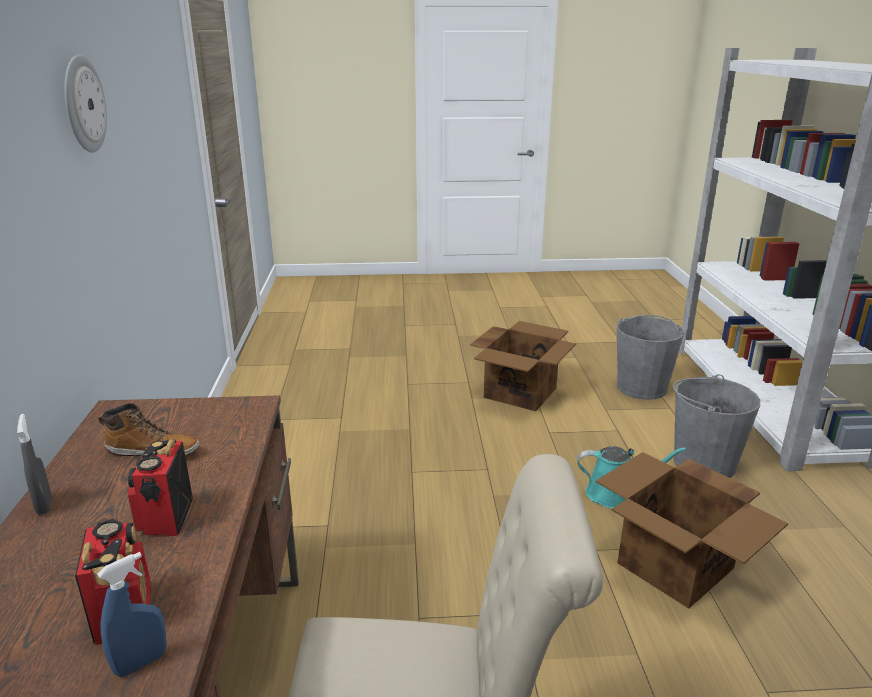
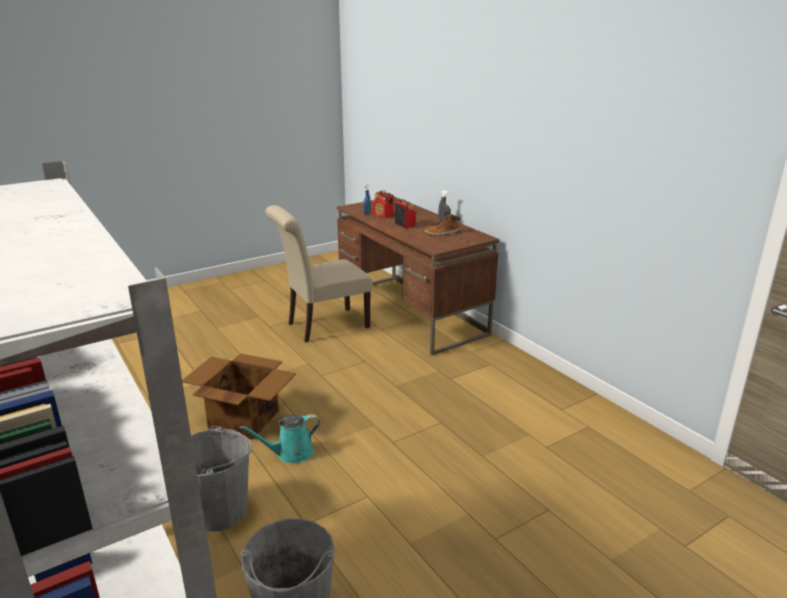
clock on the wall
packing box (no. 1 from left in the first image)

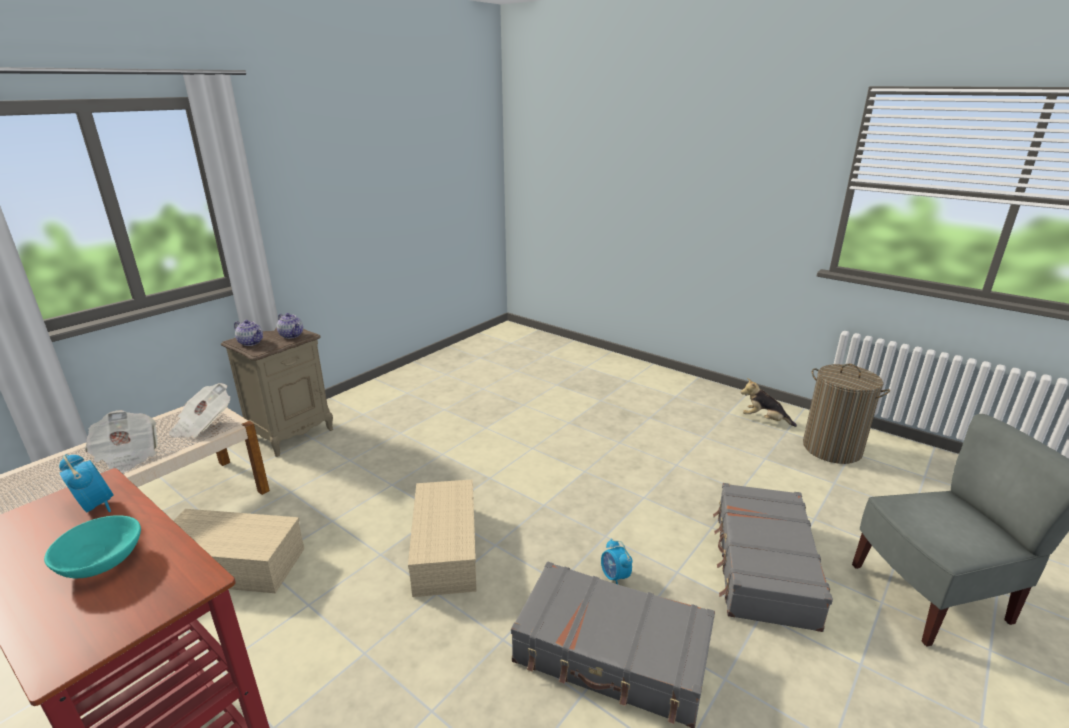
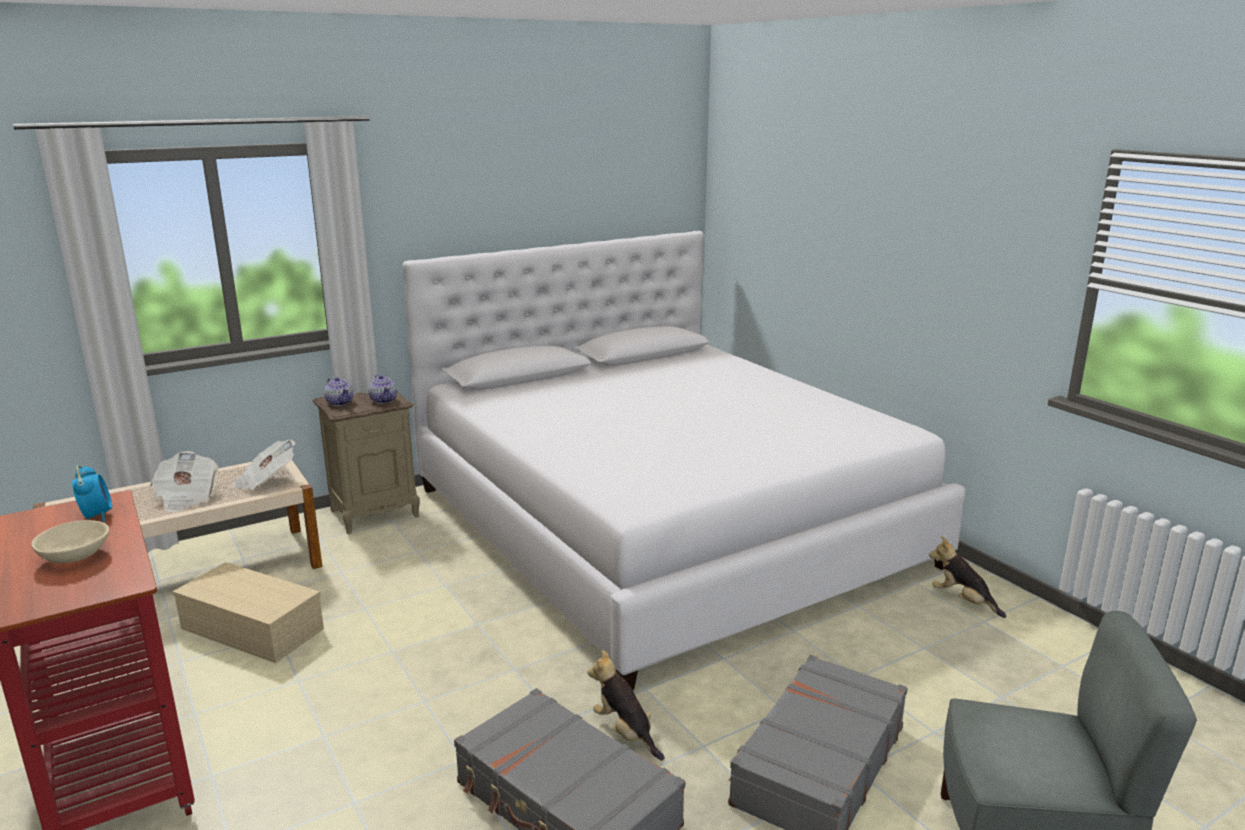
storage bin (beige-coloured) (no. 2 from left in the first image)
hamper
sleeping bed (white-coloured)
plush toy (no. 1 from left)
deep dish (beige-coloured)

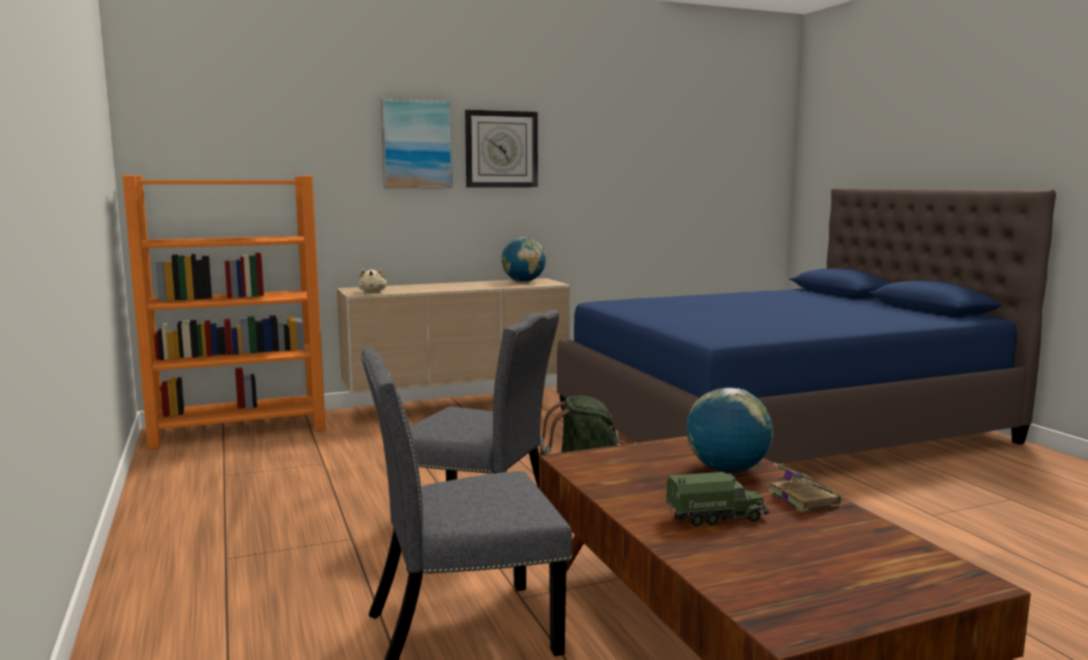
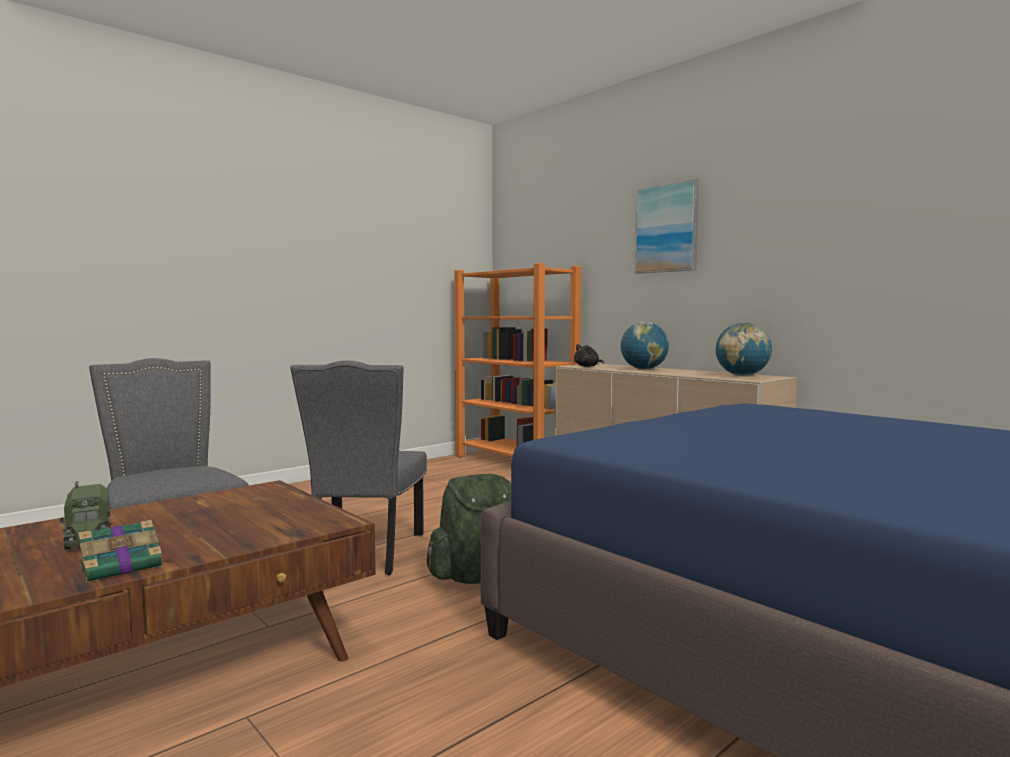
clock on the wall
globe (no. 1 from left)
plush toy (black)

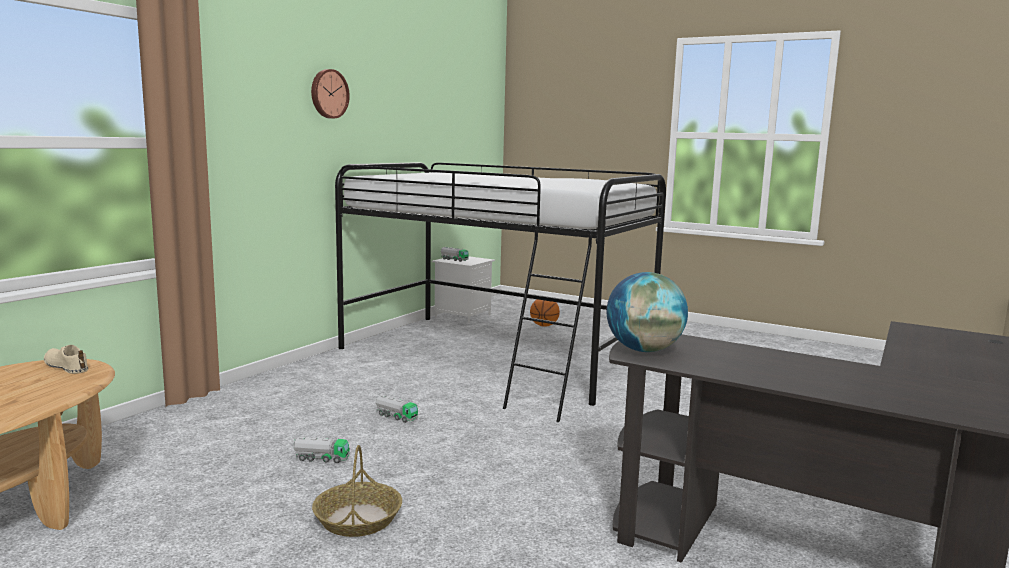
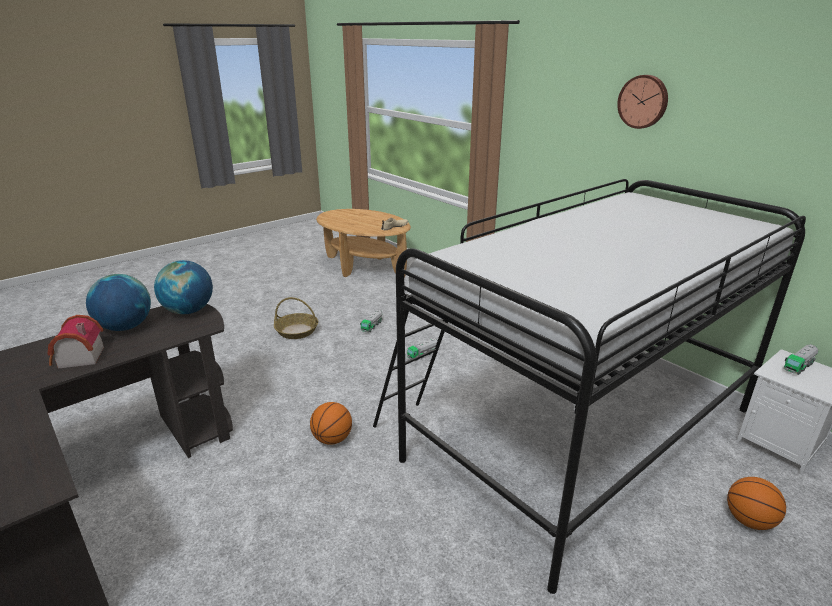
model house
globe (no. 1 from left)
basketball (no. 1 from left)

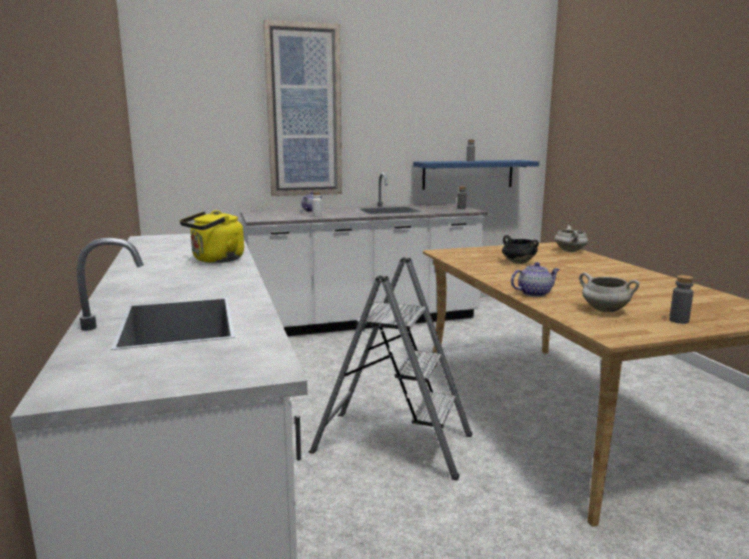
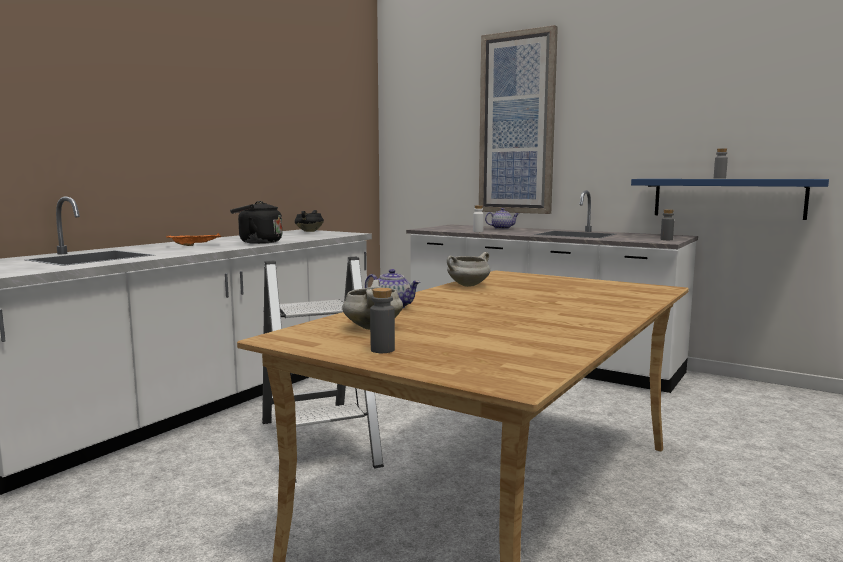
carrying tray (orange-coloured)
stockpot (black)
stockpot (white-coloured) (no. 2 from left)
kettle (black)

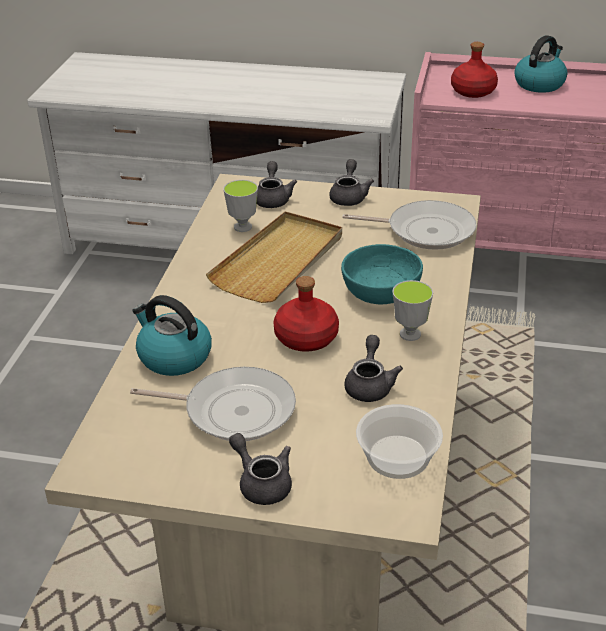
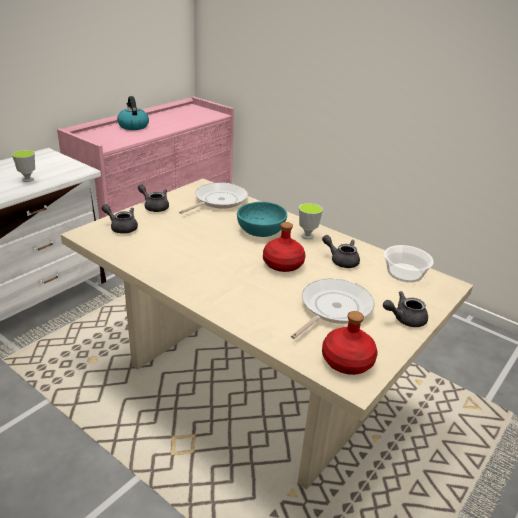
kettle (no. 1 from left in the first image)
carrying tray (beige-coloured)
cup (no. 1 from left)
bottle (reddish) (no. 2 from left)

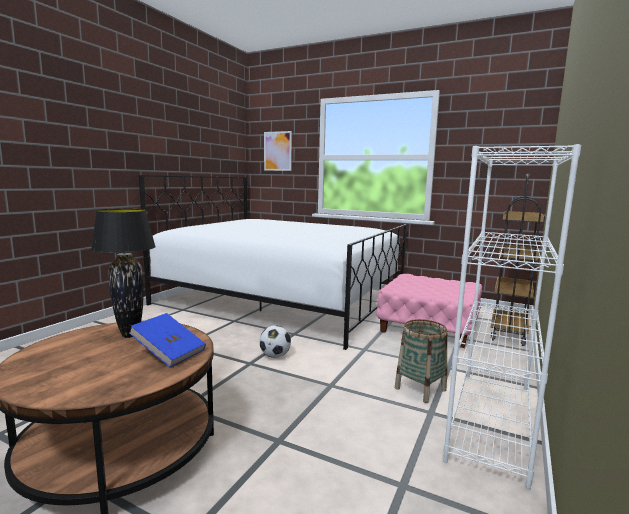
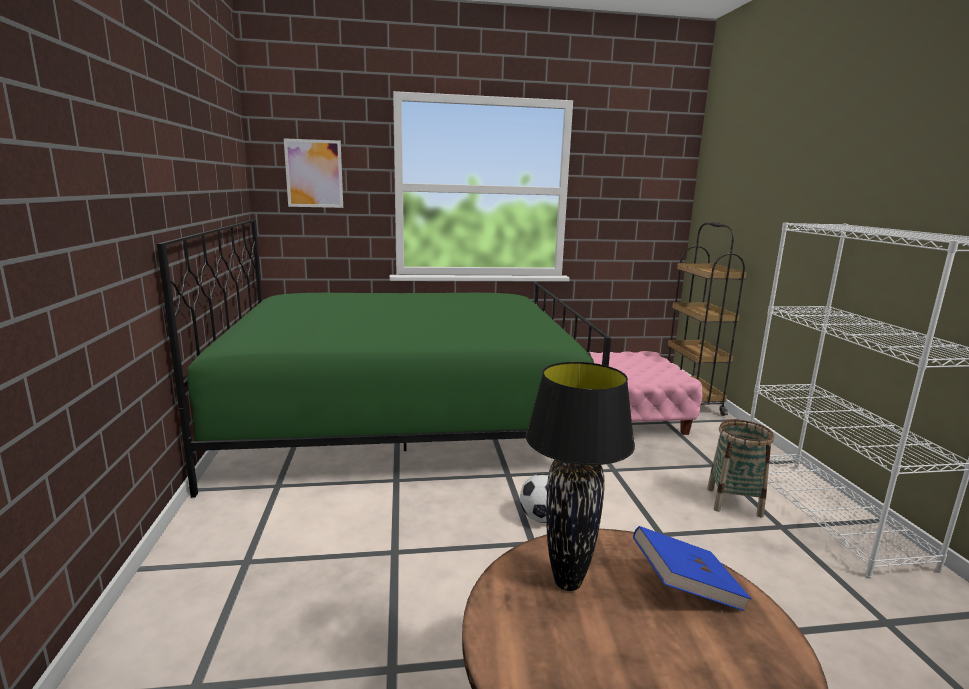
sleeping bed (greenish)

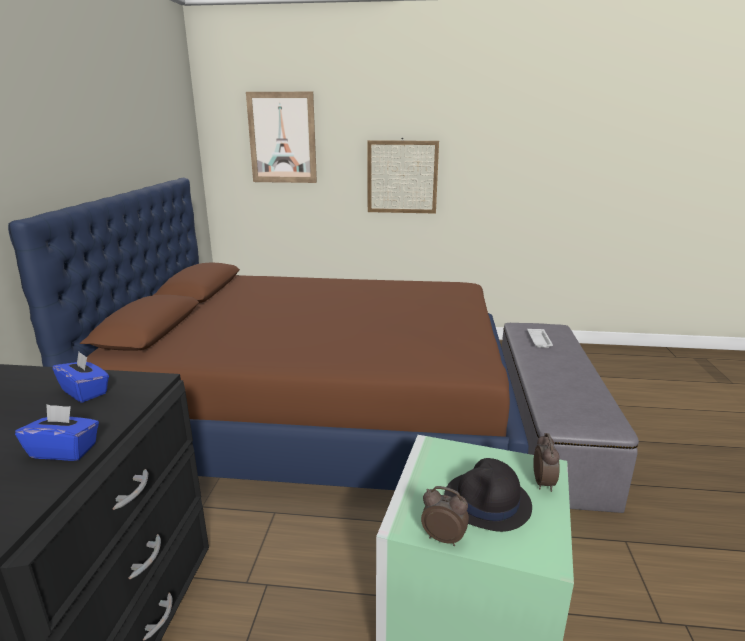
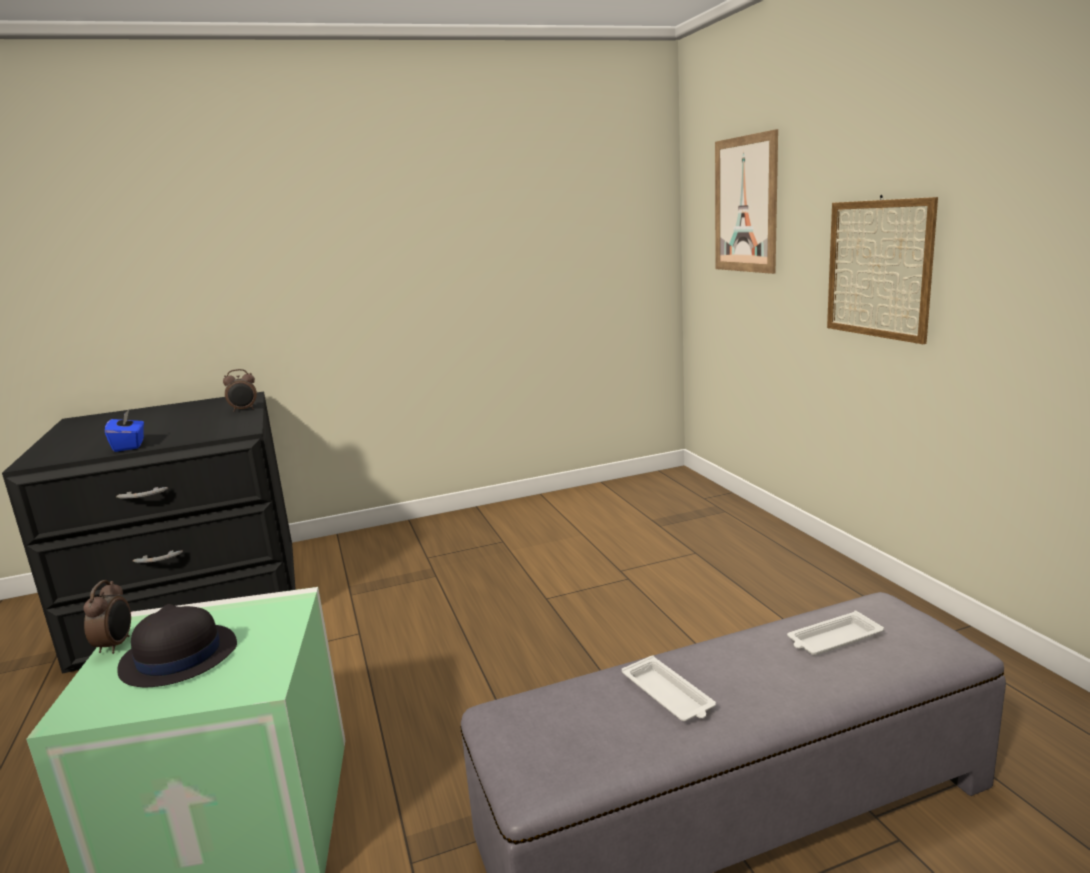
sleeping bed (brownish)
tissue holder (blue-coloured) (no. 2 from left in the first image)
carrying tray (white-coloured) (no. 1 from left)
alarm clock (no. 2 from left)

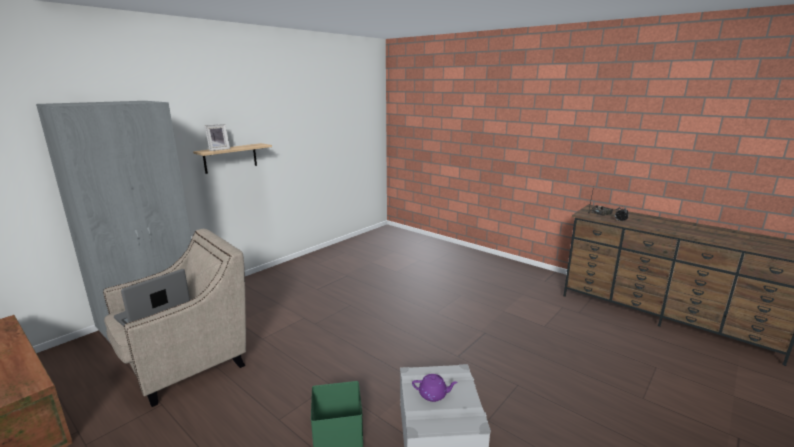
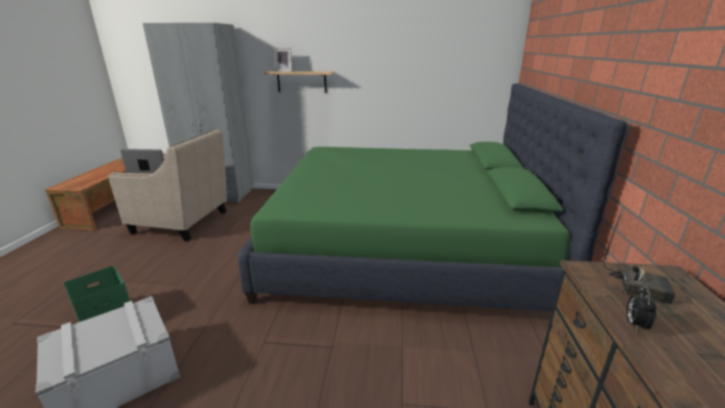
tea pot (purplish)
sleeping bed (greenish)

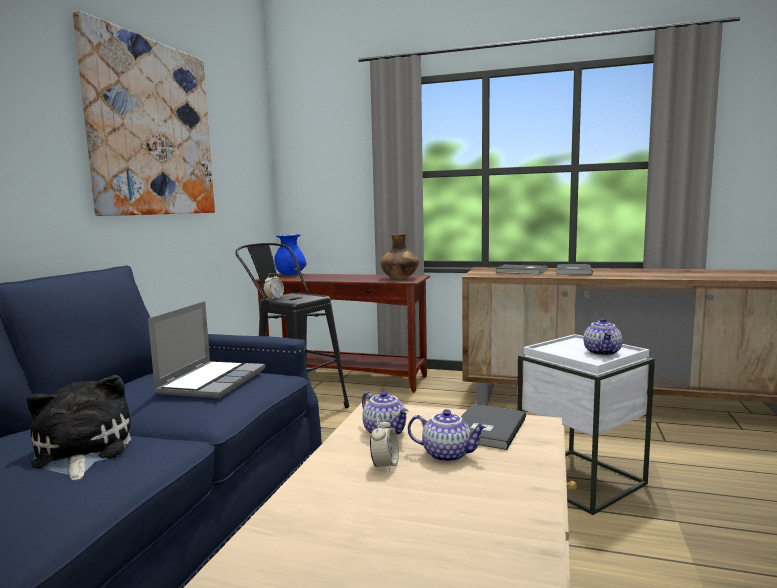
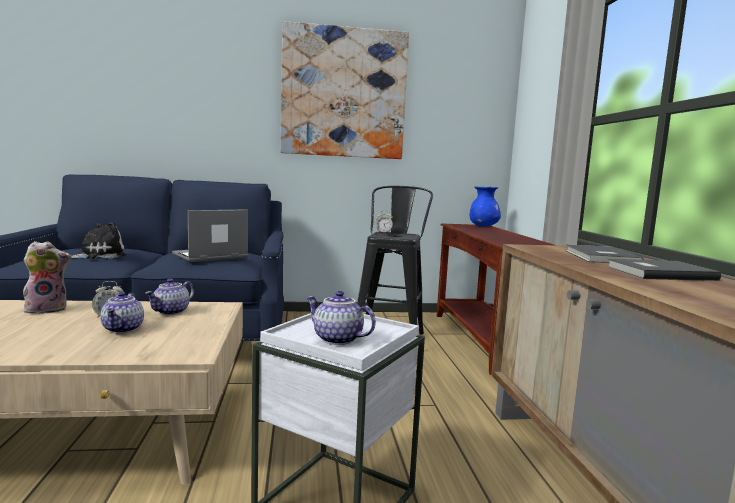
vase (brownish)
volume (greyish) (no. 1 from left in the first image)
plush toy (no. 1 from left)
notebook computer
tea pot (no. 3 from left)

